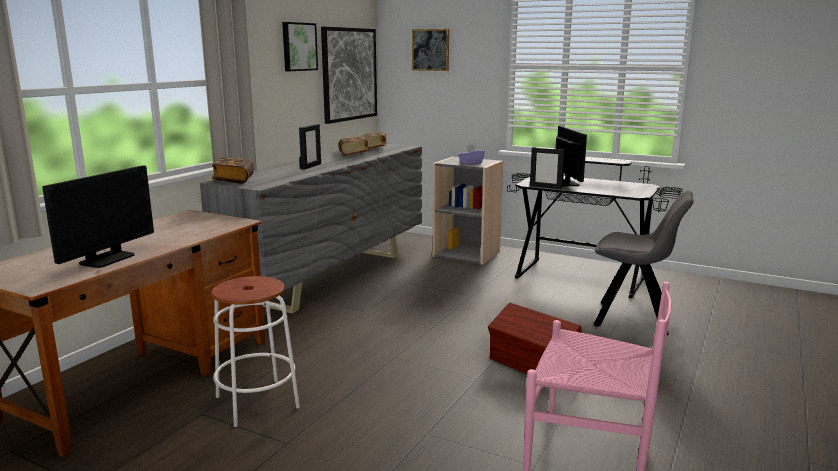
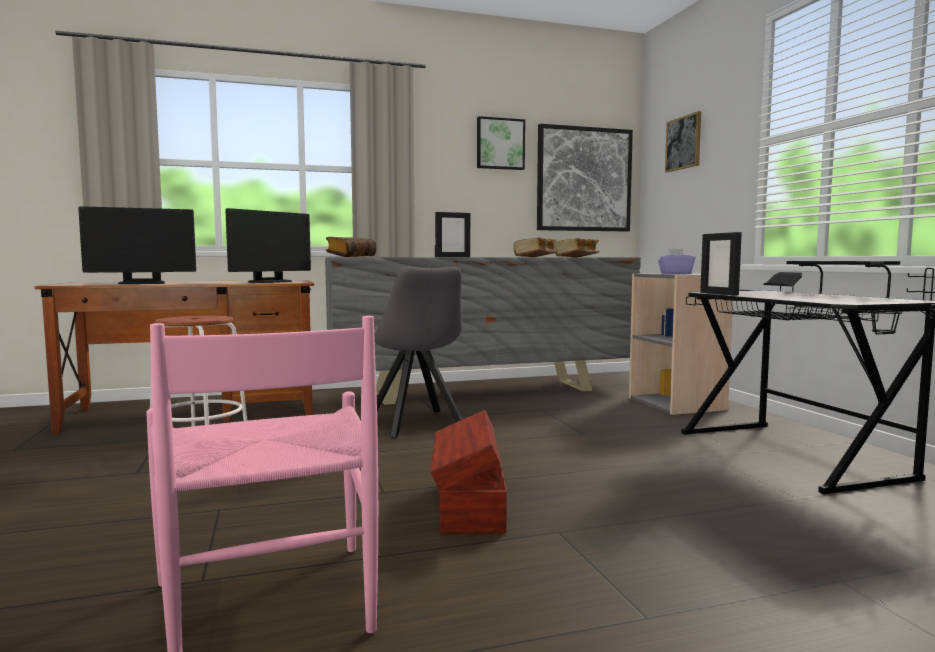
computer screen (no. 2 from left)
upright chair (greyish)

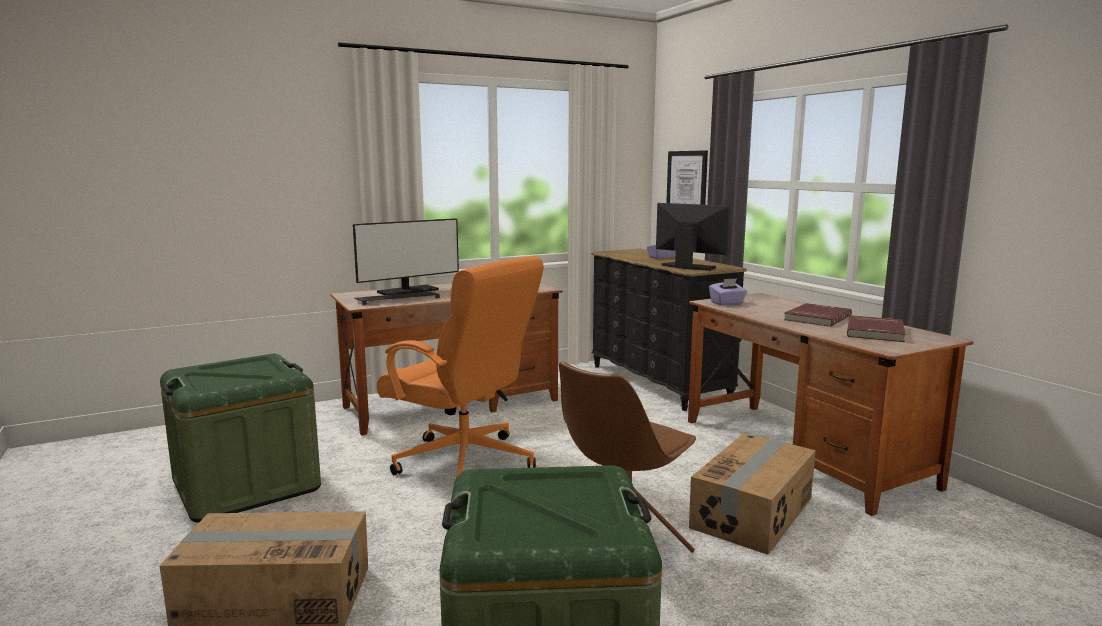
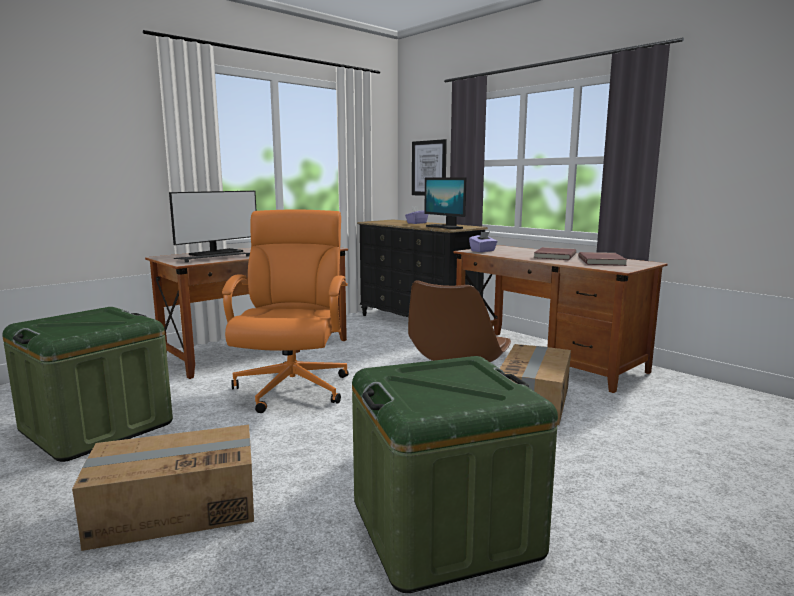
computer chair (orange-coloured)
computer screen (no. 2 from left)

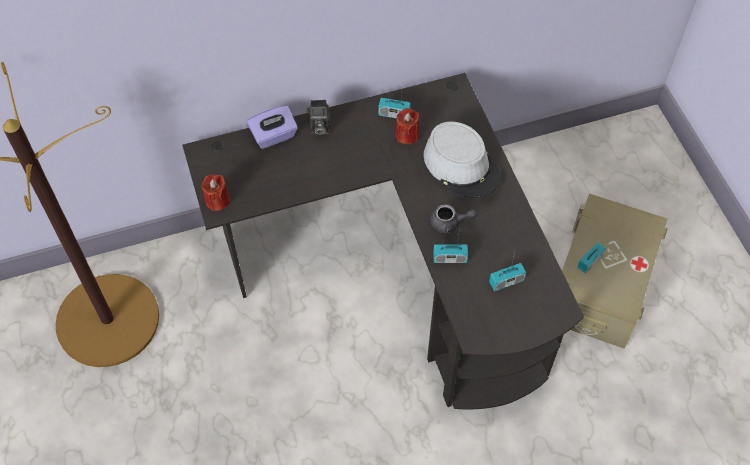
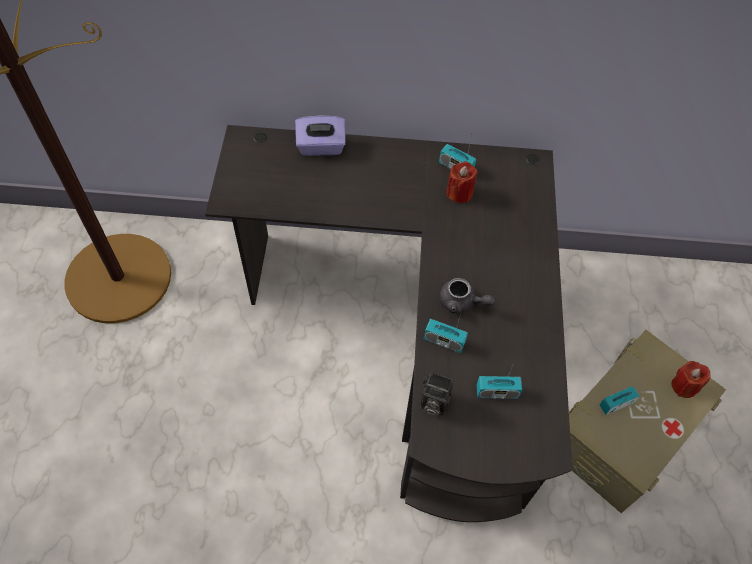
wearable hat (greyish)
wax candle (reddish) (no. 2 from left)
photo camera

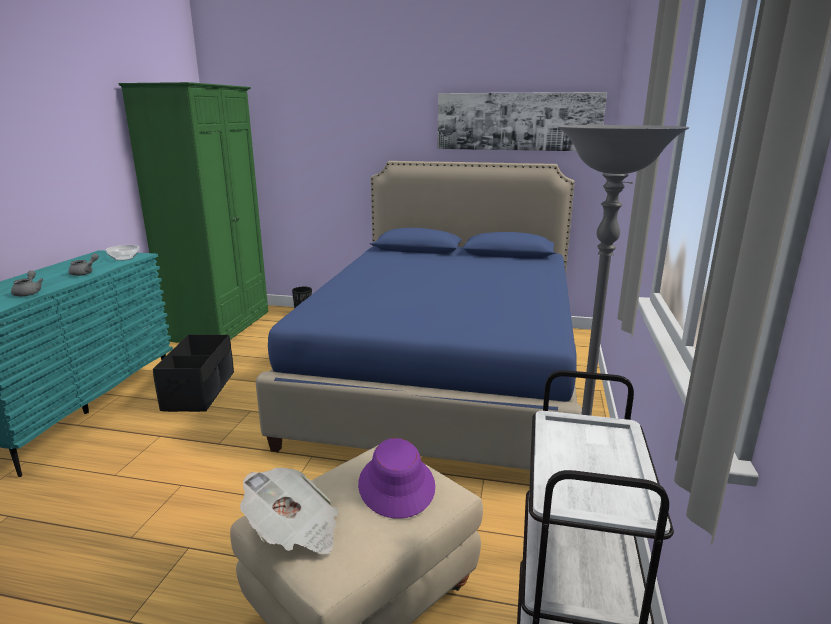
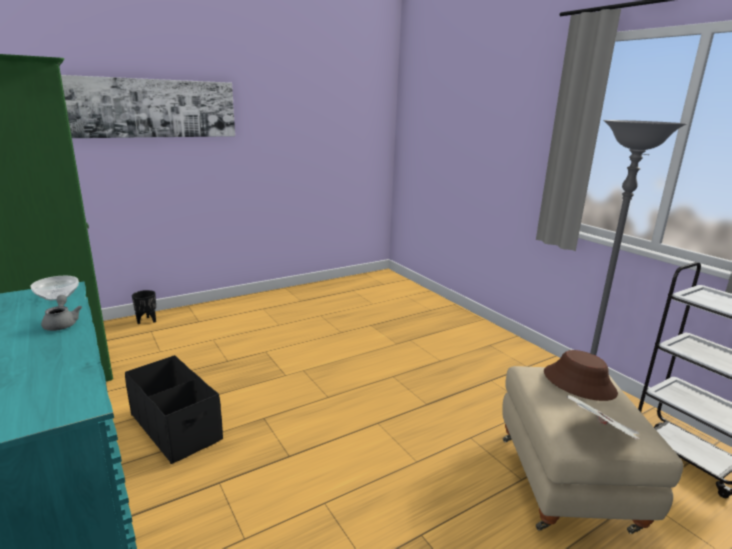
tea pot (greyish) (no. 1 from left in the first image)
sleeping bed (blue-coloured)
wall art
wearable hat (brownish)

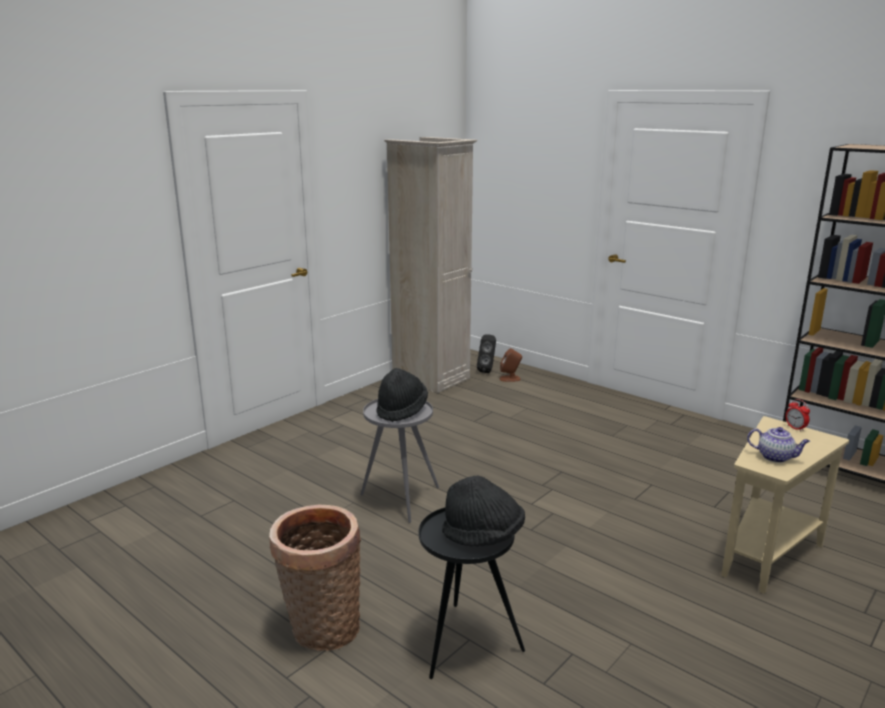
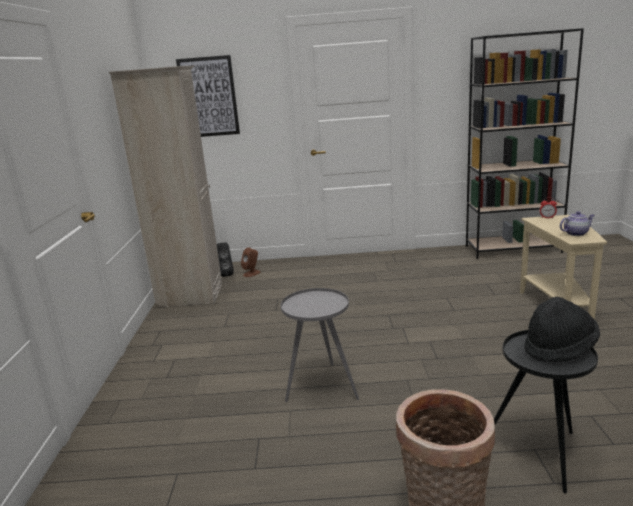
wearable hat (black) (no. 1 from left in the first image)
wall art

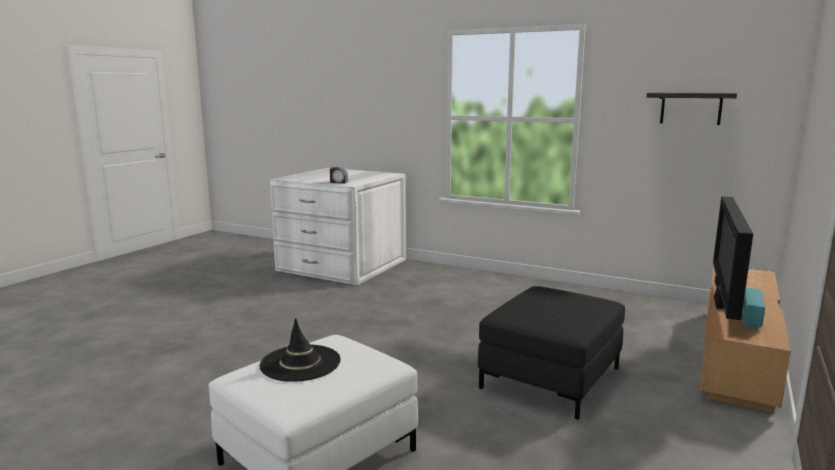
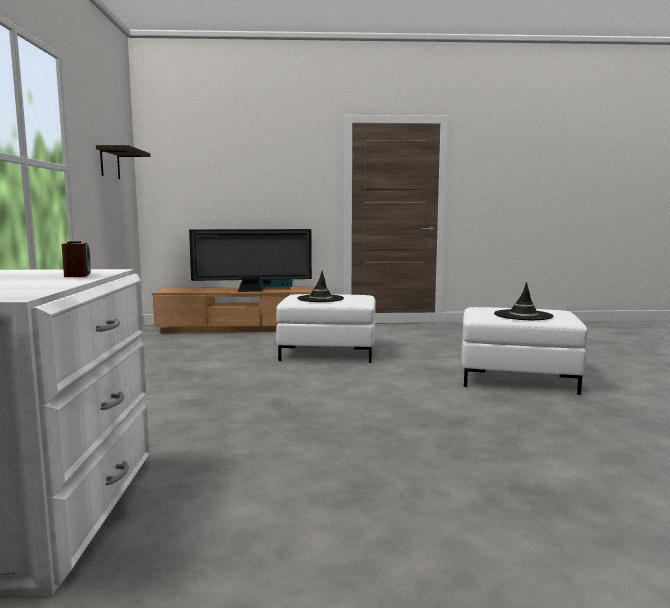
wearable hat (black) (no. 1 from left)
ottoman (white-coloured) (no. 1 from left)

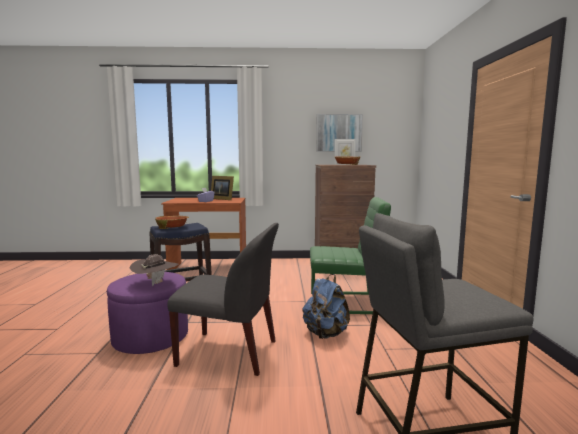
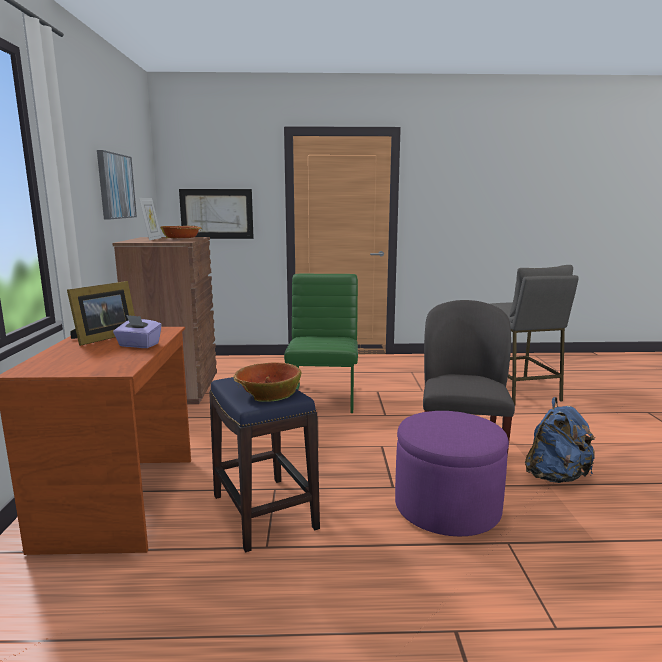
wearable hat (brownish)
wall art (no. 2 from left)
knapsack (blue-coloured)

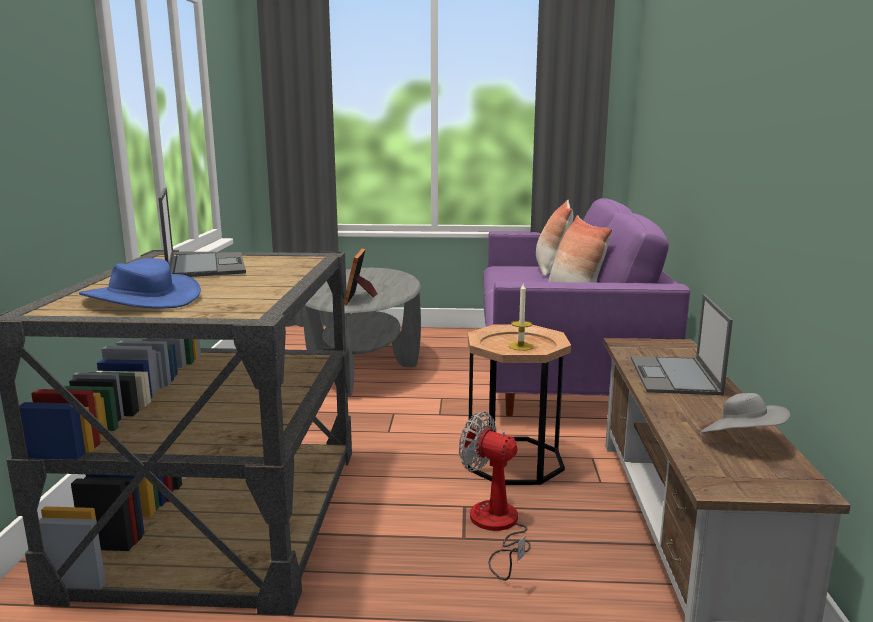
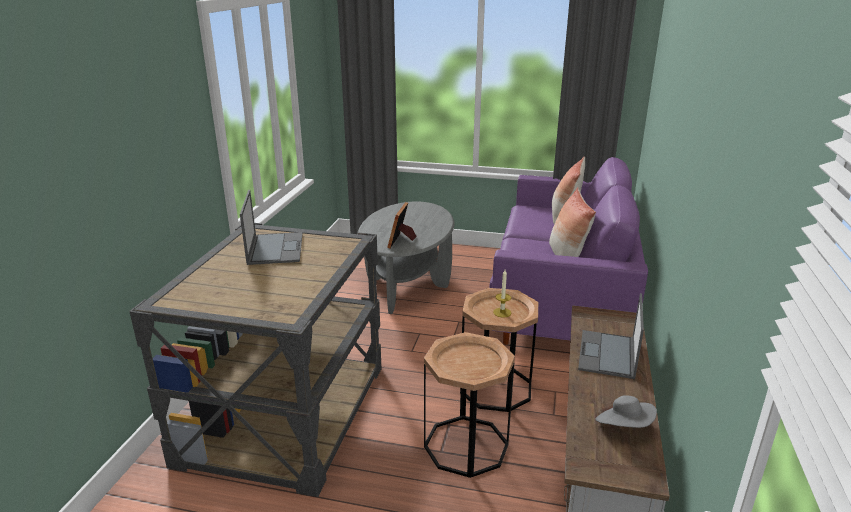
wearable hat (blue-coloured)
side table (brownish) (no. 1 from left)

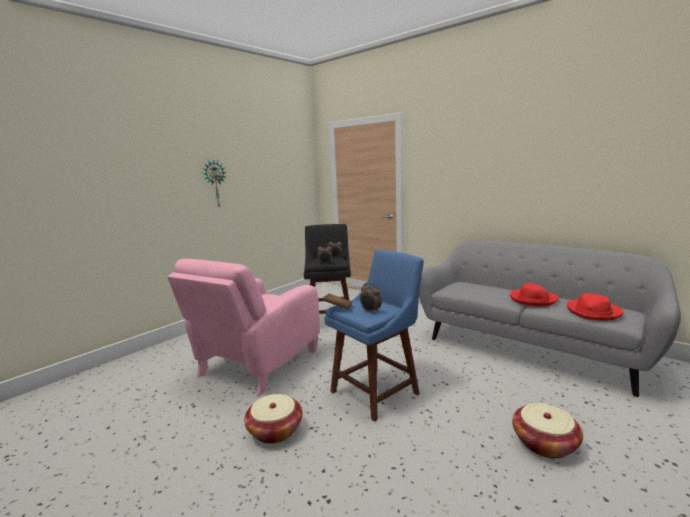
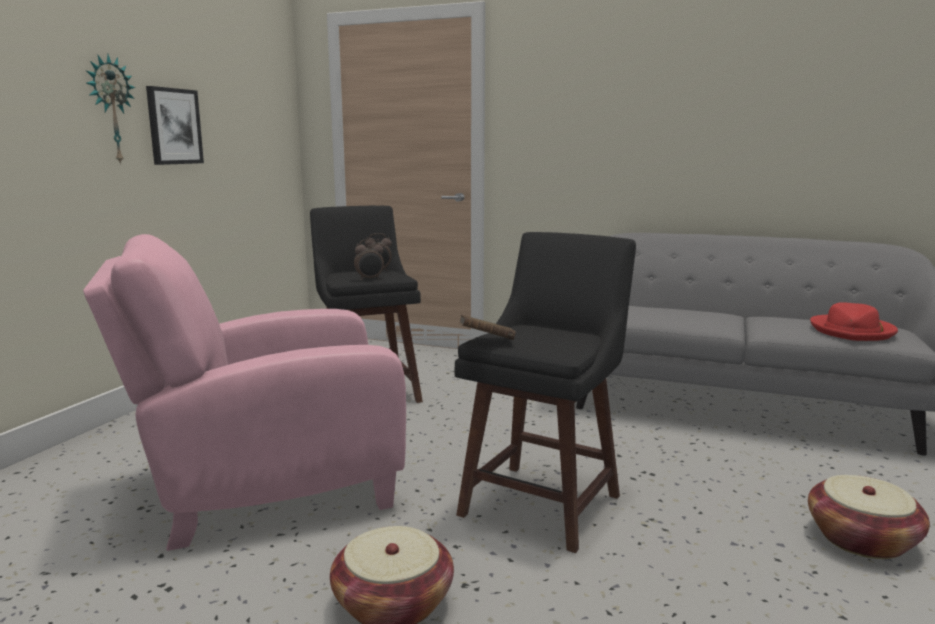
alarm clock (no. 3 from left in the first image)
wearable hat (reddish) (no. 1 from left in the first image)
wall art
sitting stool (black) (no. 2 from left)
easy chair (pink)

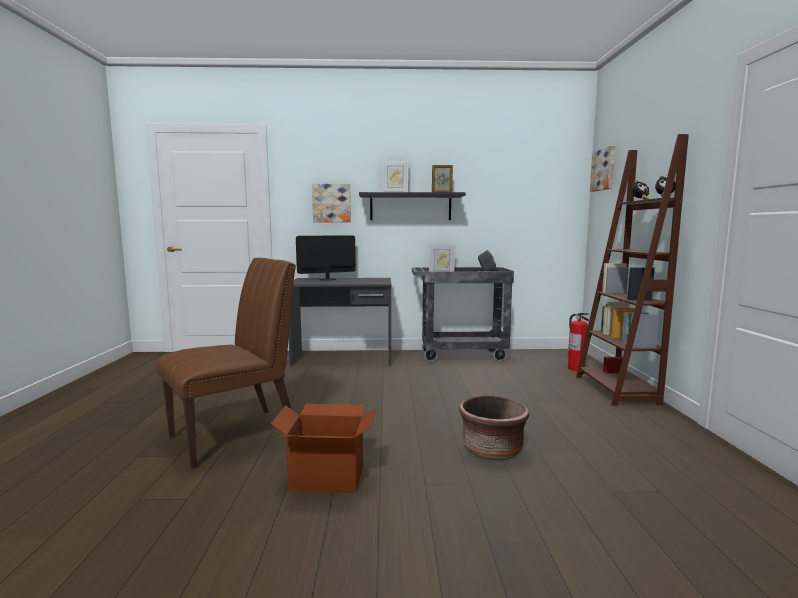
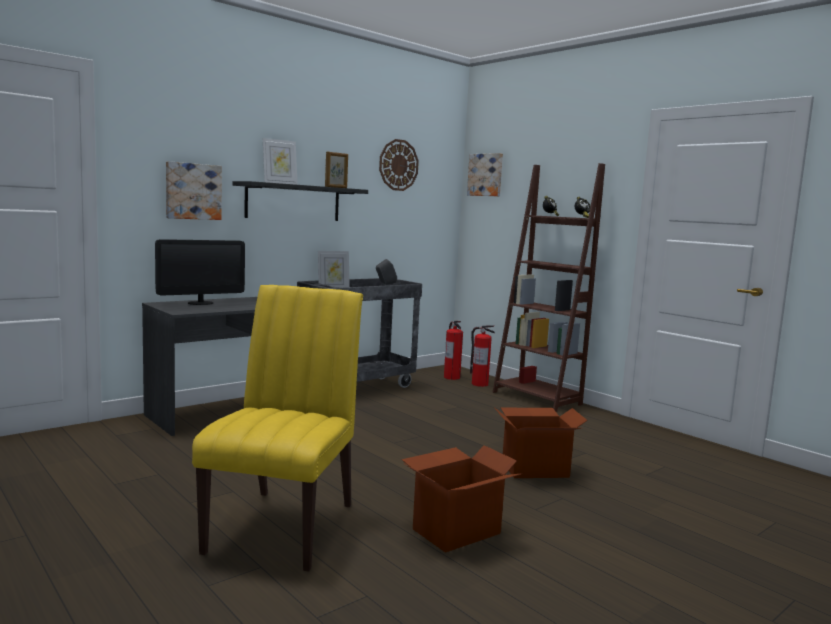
clock on the wall
fire extinguisher (no. 1 from left)
packing box (no. 2 from left)
upright chair (yellow-coloured)
computer screen

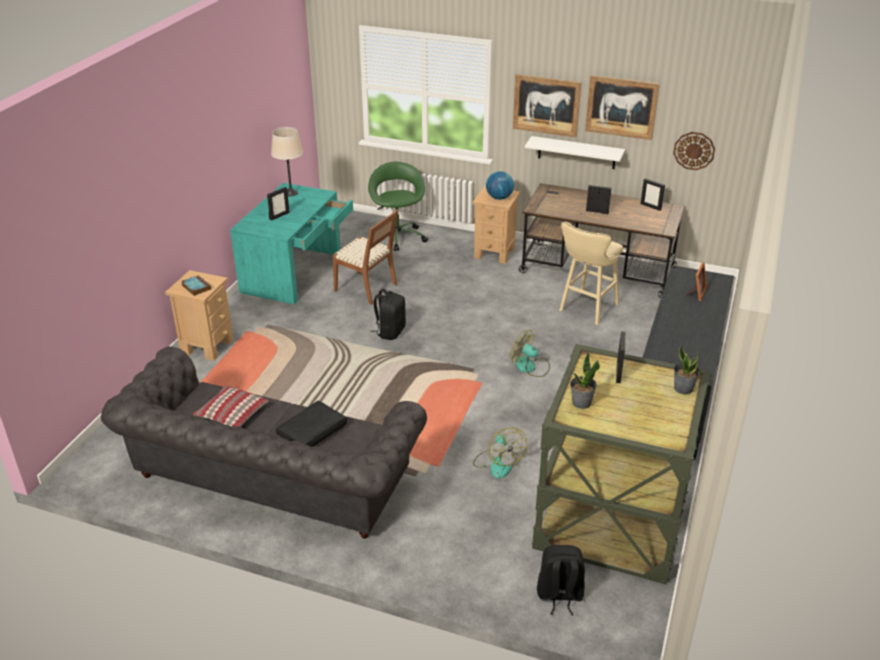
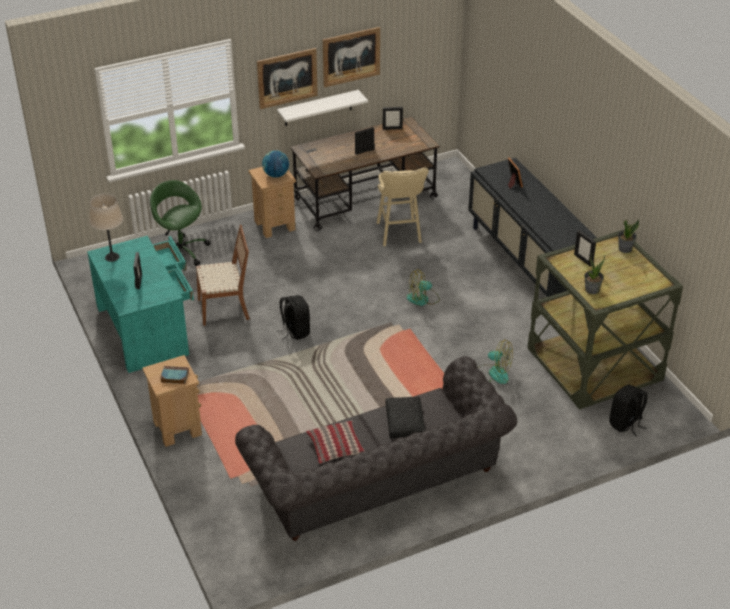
clock on the wall

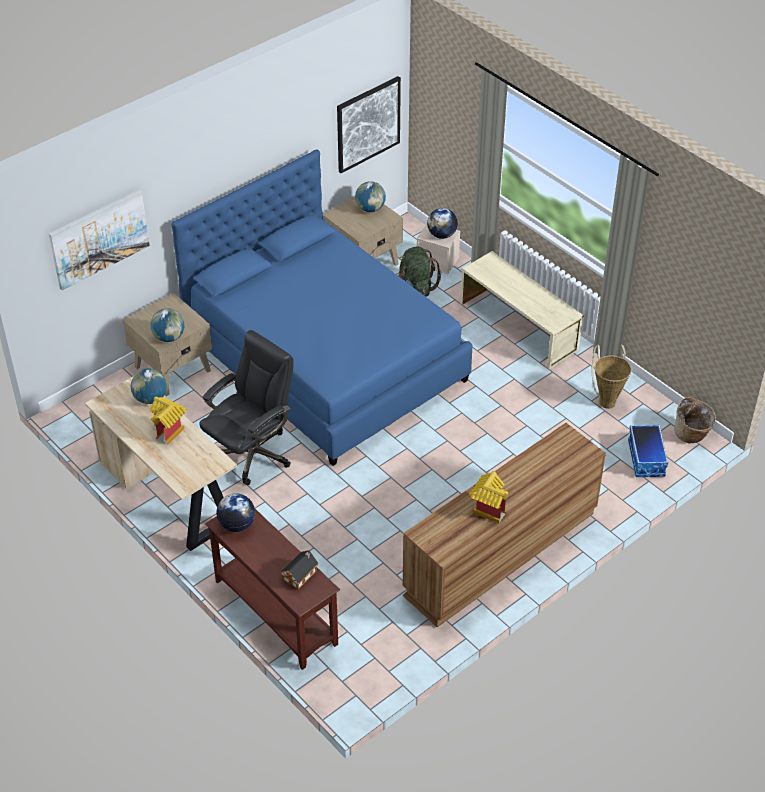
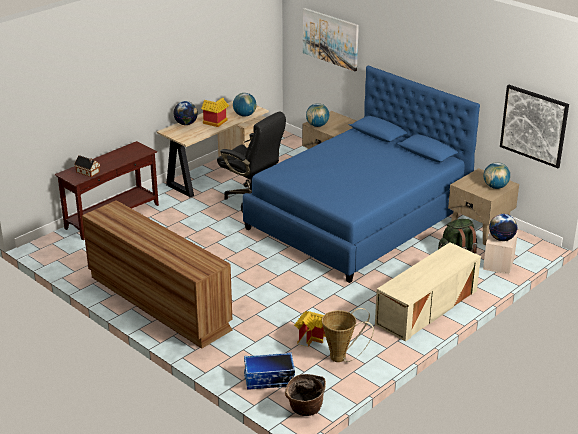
globe (no. 1 from left)
model house (no. 3 from left)

